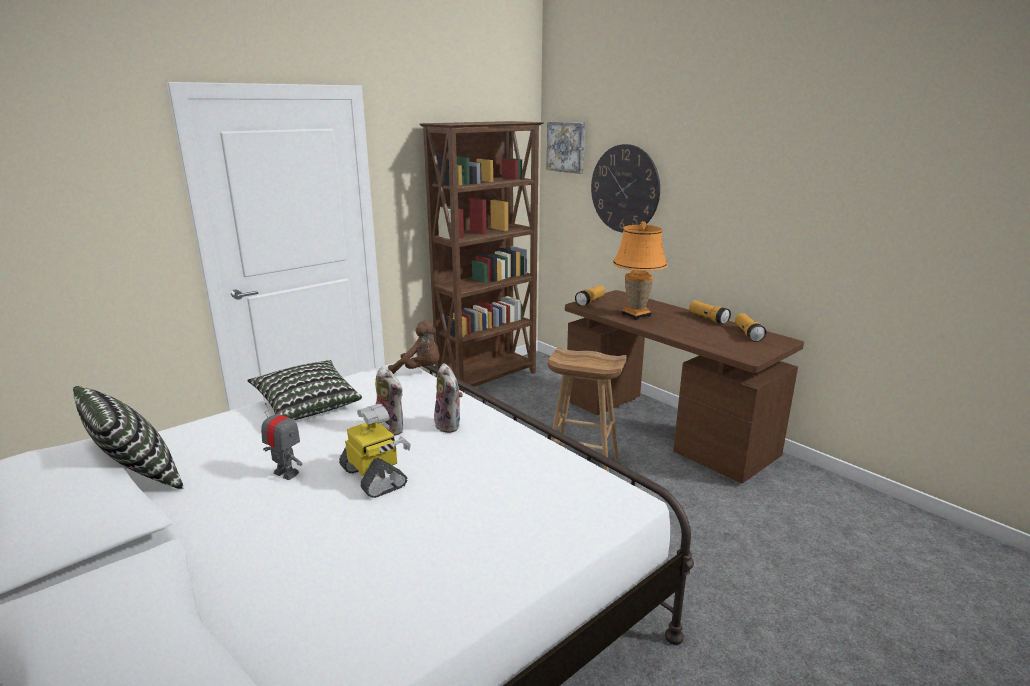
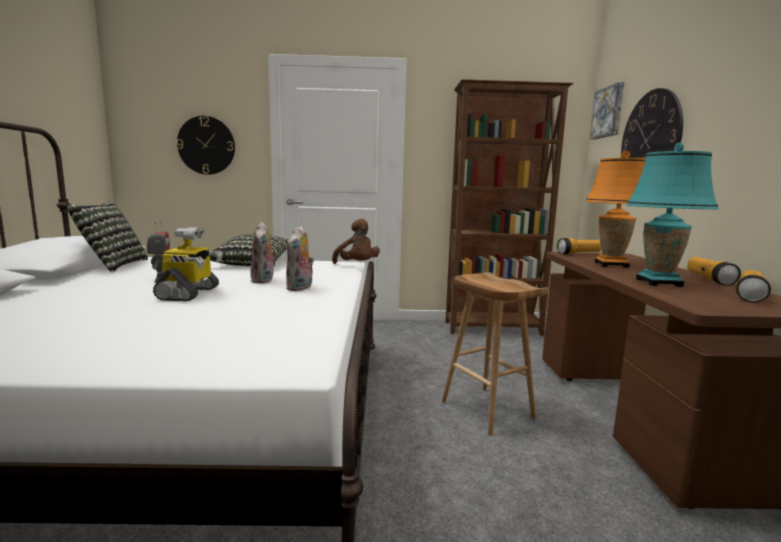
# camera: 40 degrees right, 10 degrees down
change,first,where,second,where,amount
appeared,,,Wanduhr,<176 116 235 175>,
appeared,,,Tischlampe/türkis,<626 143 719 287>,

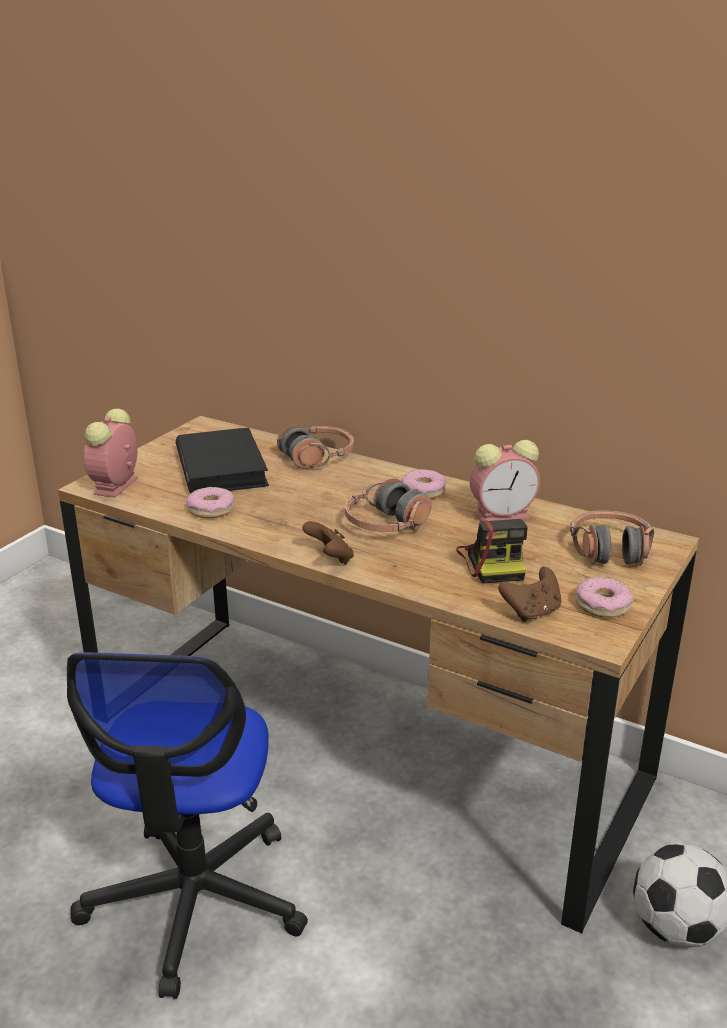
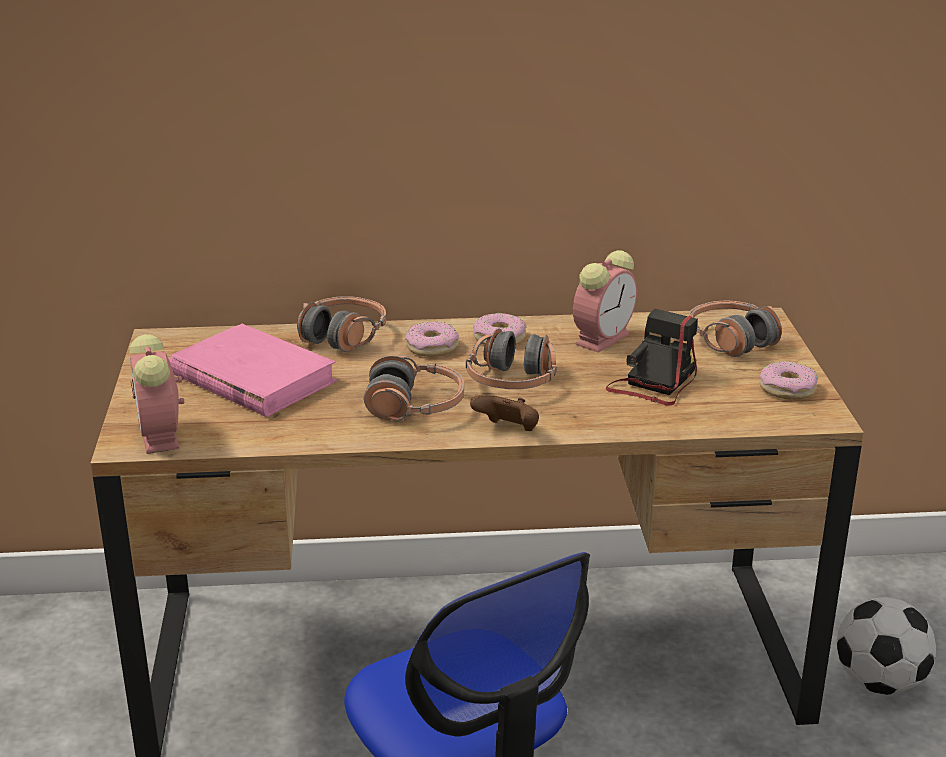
# camera: 35 degrees left, 0 degrees up
change,first,where,second,where,amount
missing,Gamepad/braun,<498 567 562 622>,,,
appeared,,,Kopfhörer,<364 355 464 421>,
relocated,Donut,<186 487 235 518>,,<405 322 459 357>,
colour,Buch/schwarz,<176 428 269 494>,Buch/rosa,<170 324 337 417>,
spun,Kamera,<456 519 528 584>,,<606 309 698 406>,105 degrees counterclockwise

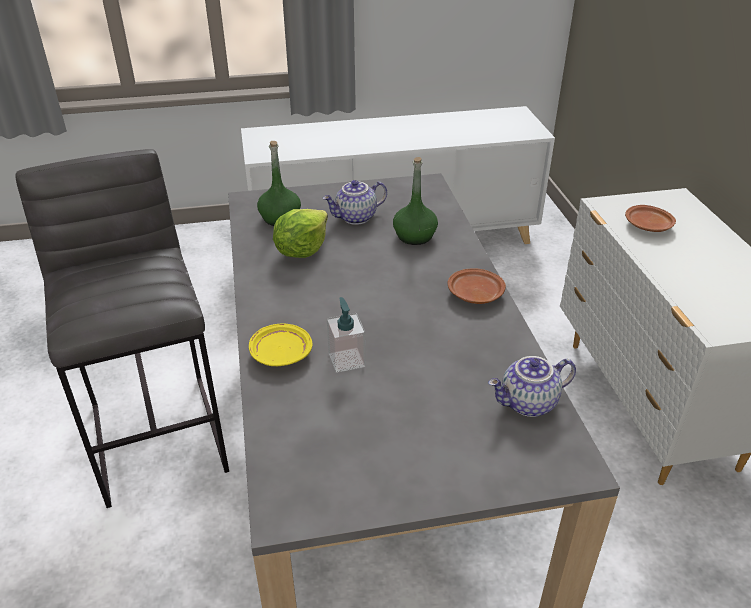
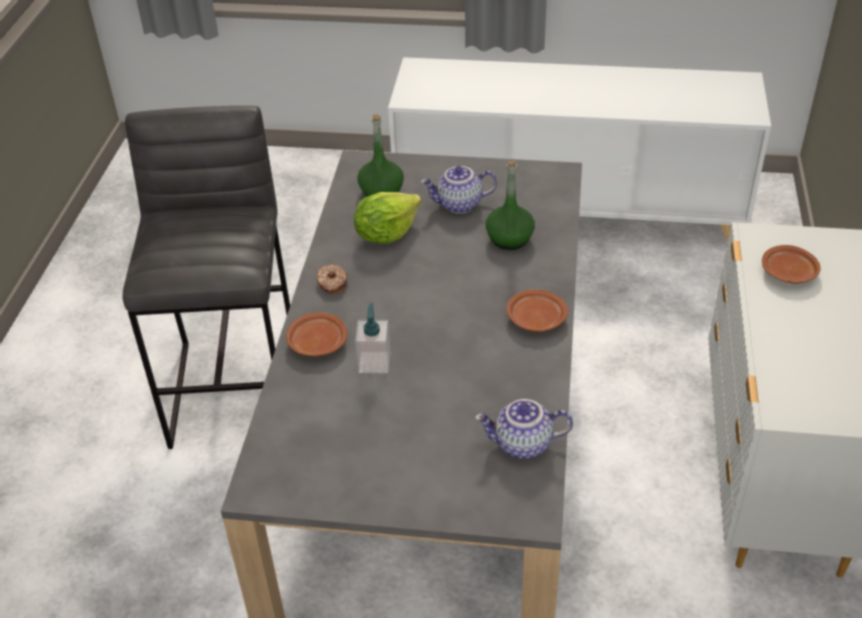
# camera: 20 degrees right, 5 degrees up
change,first,where,second,where,amount
appeared,,,Donut,<317 264 347 293>,
colour,Teller/gelb,<249 324 312 366>,Teller/braun,<286 312 347 356>,

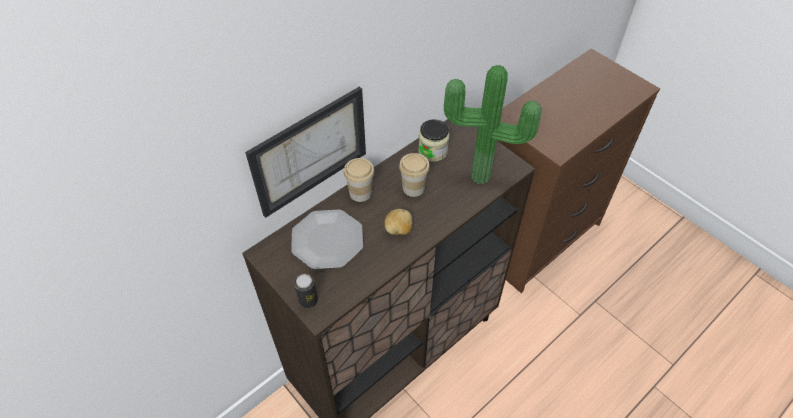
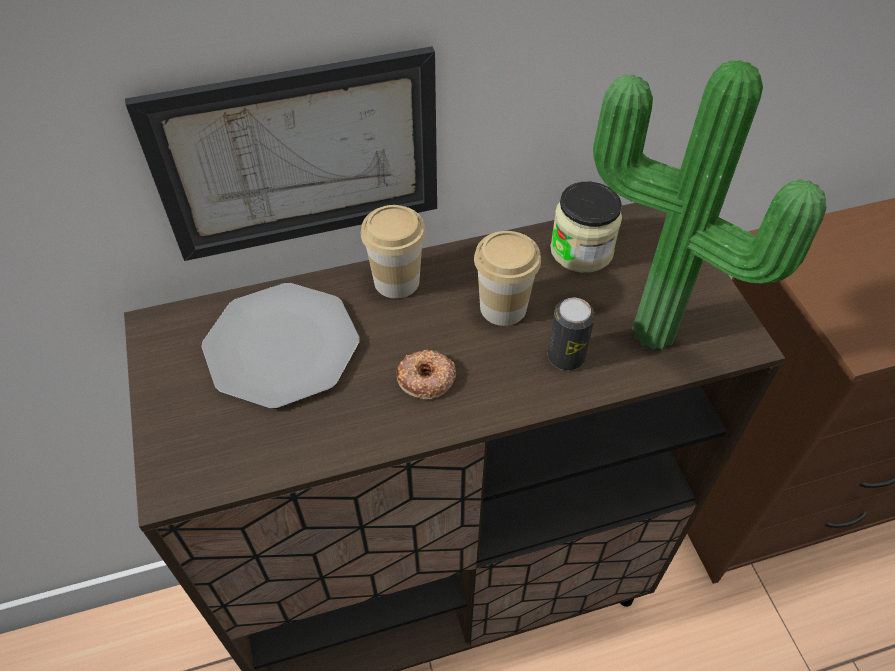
# camera: 25 degrees right, 0 degrees up
change,first,where,second,where,amount
relocated,Dose,<294 274 318 308>,,<548 298 595 370>,
exchanged,Kartoffel,<384 209 412 235>,Donut,<397 350 456 399>,

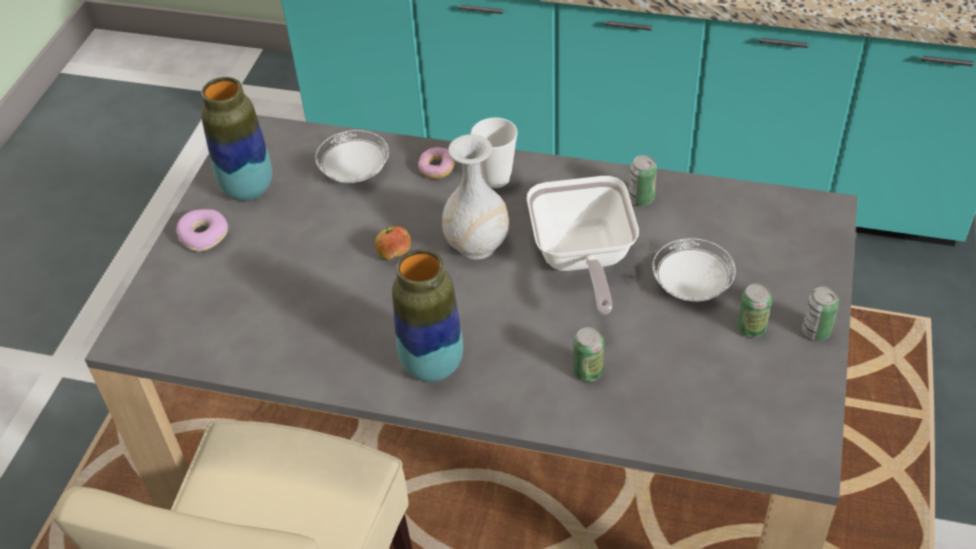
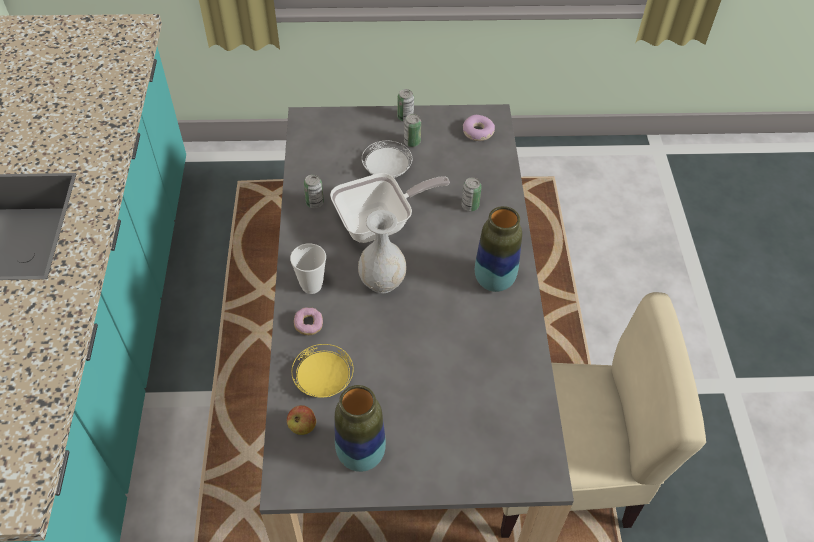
# camera: 110 degrees left, 5 degrees up
change,first,where,second,where,amount
relocated,Donut,<176 209 228 252>,,<463 115 495 141>,
relocated,Apfel,<375 226 411 260>,,<287 405 316 435>,
colour,Teller/weiß,<315 130 389 183>,Teller/gelb,<292 344 353 398>,

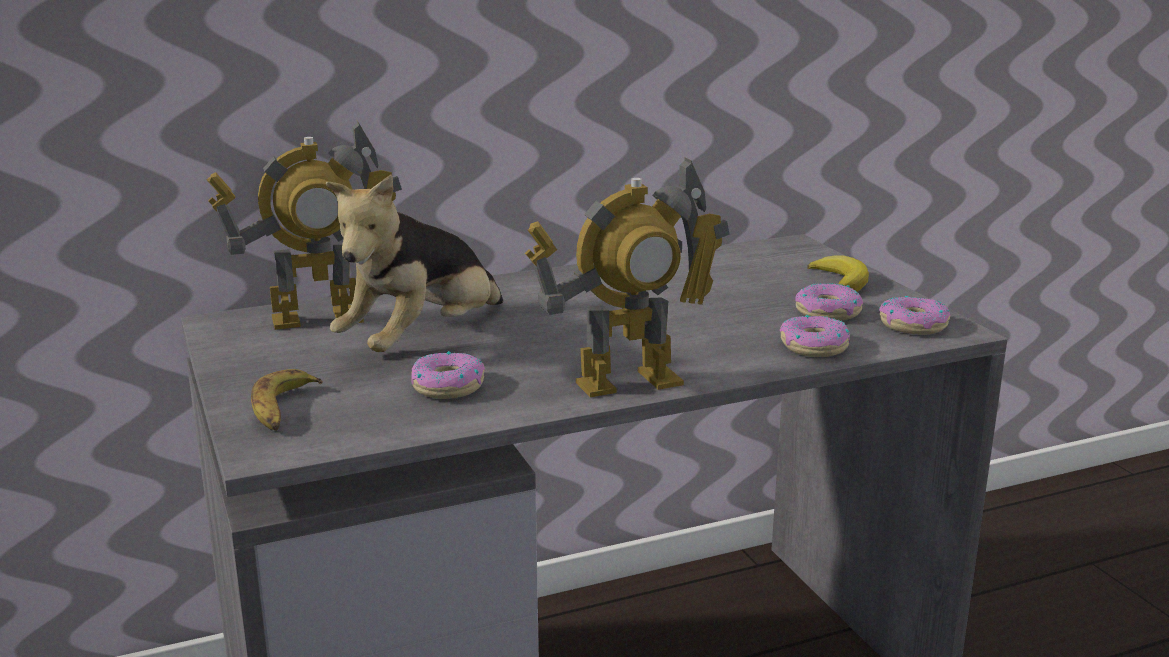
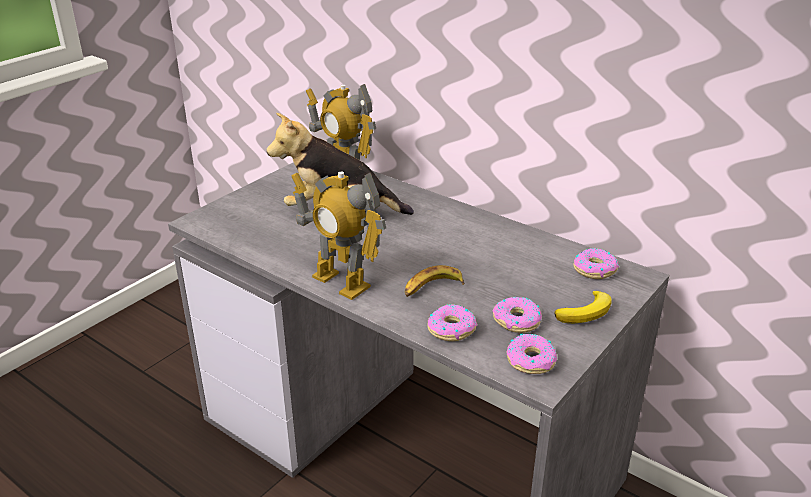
# camera: 60 degrees right, 10 degrees up
change,first,where,second,where,amount
relocated,Banane,<251 369 323 431>,,<405 265 465 297>,
relocated,Donut,<411 351 485 399>,,<573 248 619 279>,

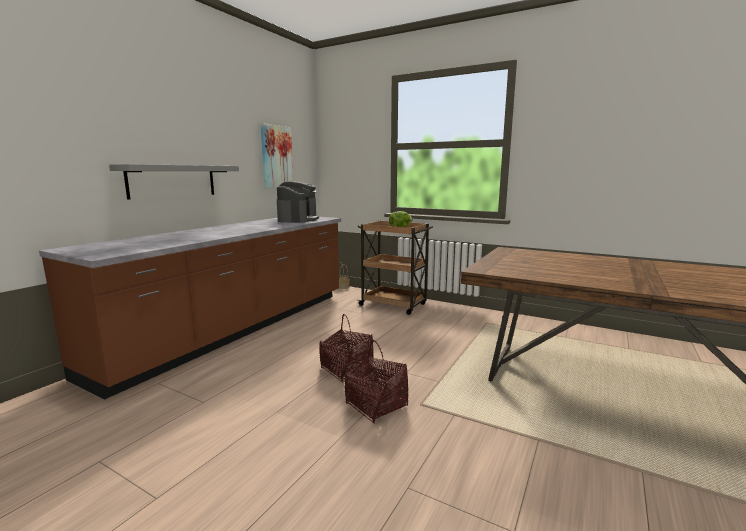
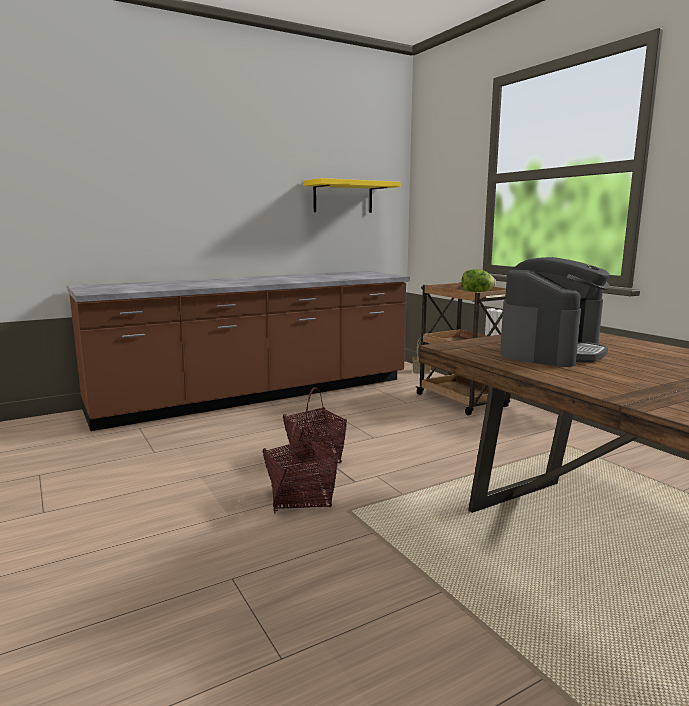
# camera: 30 degrees right, 0 degrees up
change,first,where,second,where,amount
missing,Wandregal/grau,<109 164 239 199>,,,
relocated,Kaffeemaschine,<277 181 319 223>,,<500 257 610 367>,
exchanged,Bild,<260 123 293 188>,Wandregal/gelb,<303 178 401 213>,

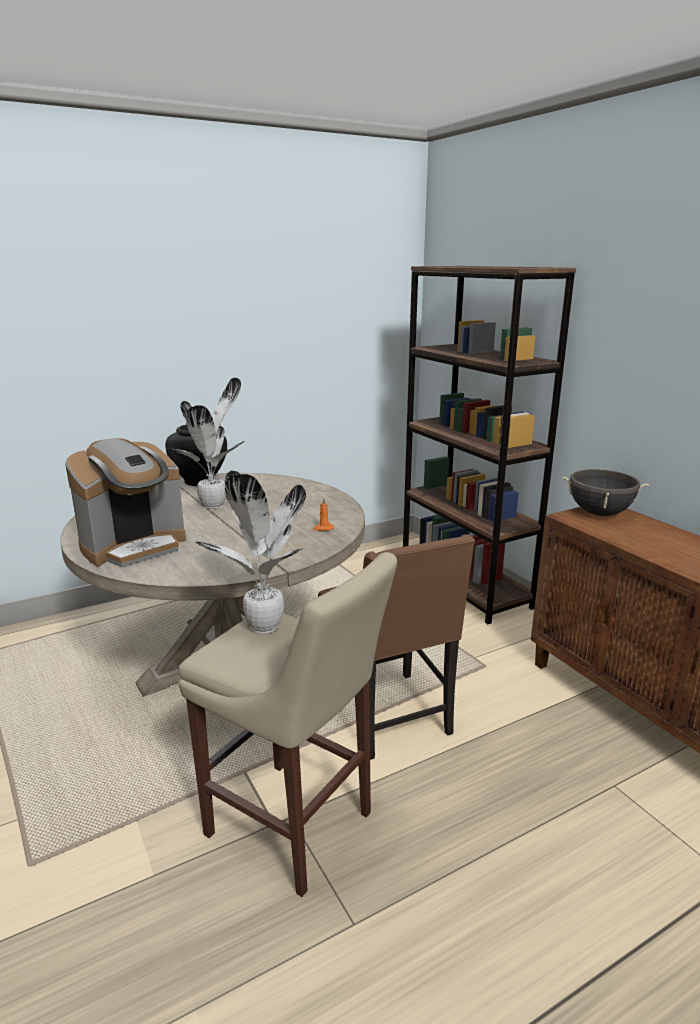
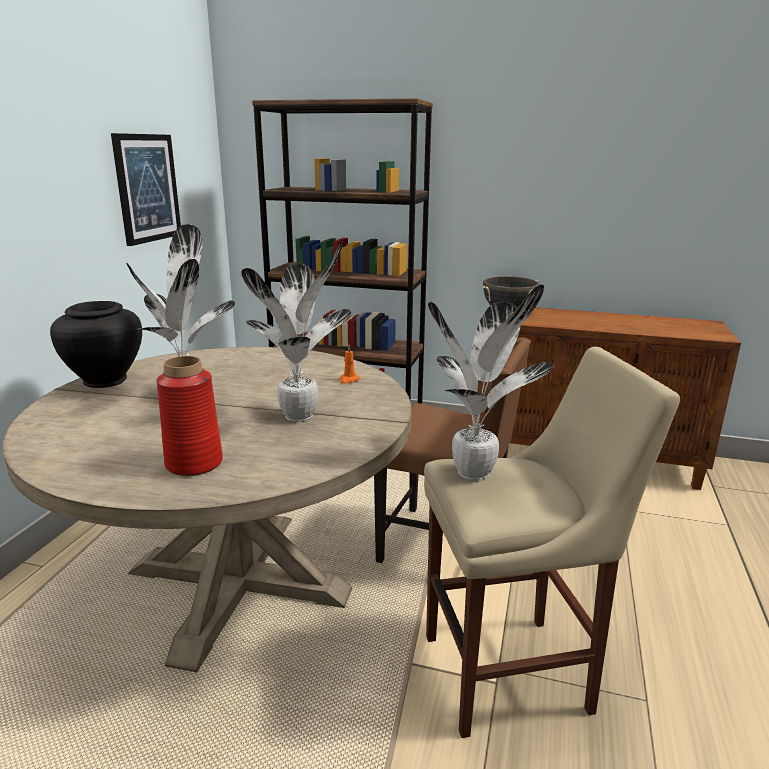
# camera: 45 degrees left, 0 degrees up
change,first,where,second,where,amount
appeared,,,Bild,<111 133 181 246>,
appeared,,,Topfpflanze,<241 241 351 422>,
exchanged,Kaffeemaschine,<65 438 186 567>,Vase/rot,<156 356 223 476>,

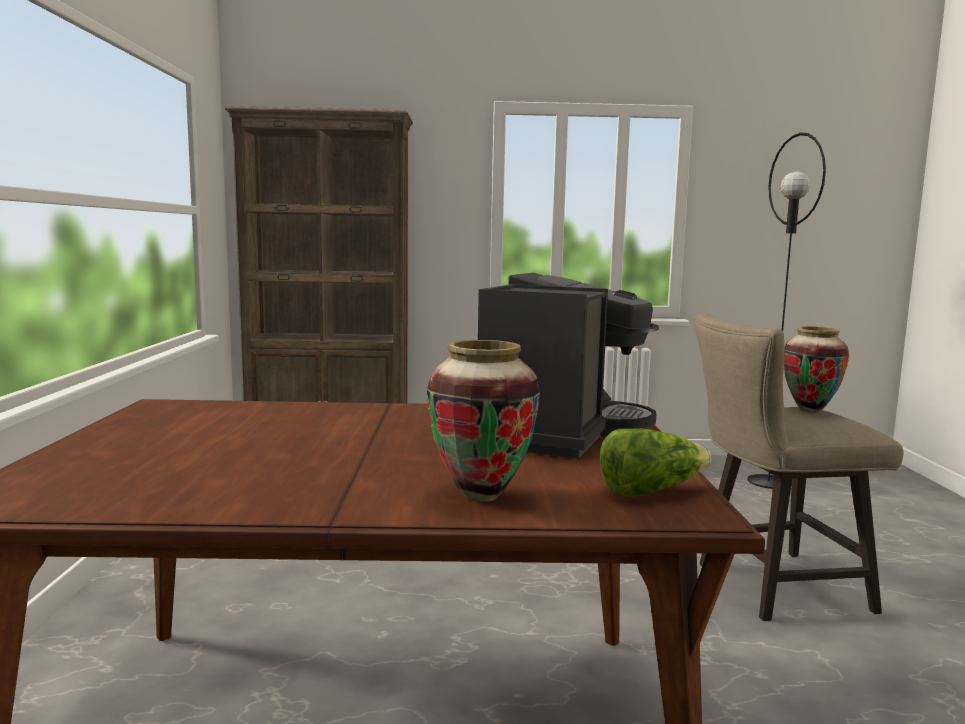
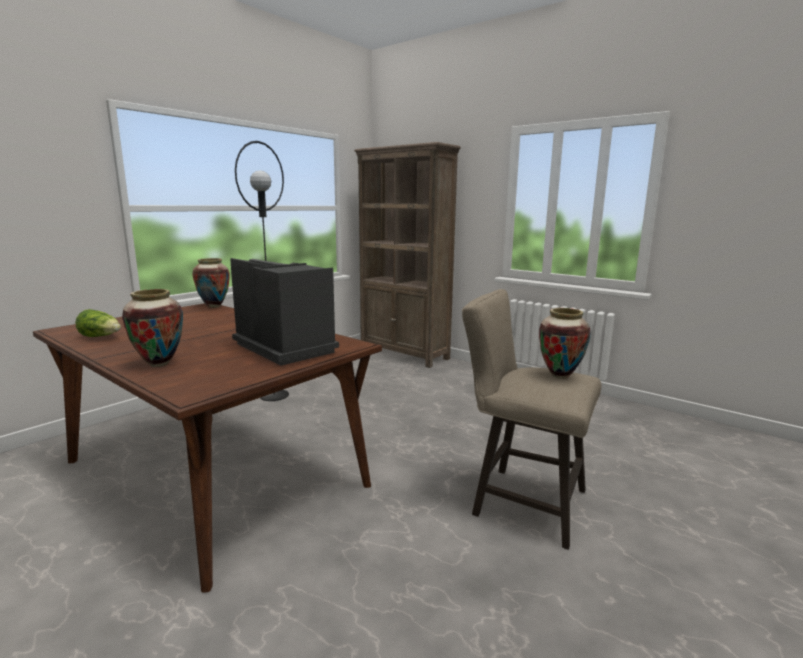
# camera: 40 degrees right, 5 degrees up
change,first,where,second,where,amount
appeared,,,Vase,<192 258 229 308>,
relocated,Salatkopf,<600 428 711 496>,,<75 309 121 337>,
relocated,Stehlampe/schwarz,<747 133 826 489>,,<235 141 289 401>,
spun,Kaffeemaschine,<478 273 659 459>,,<230 258 339 366>,105 degrees counterclockwise

